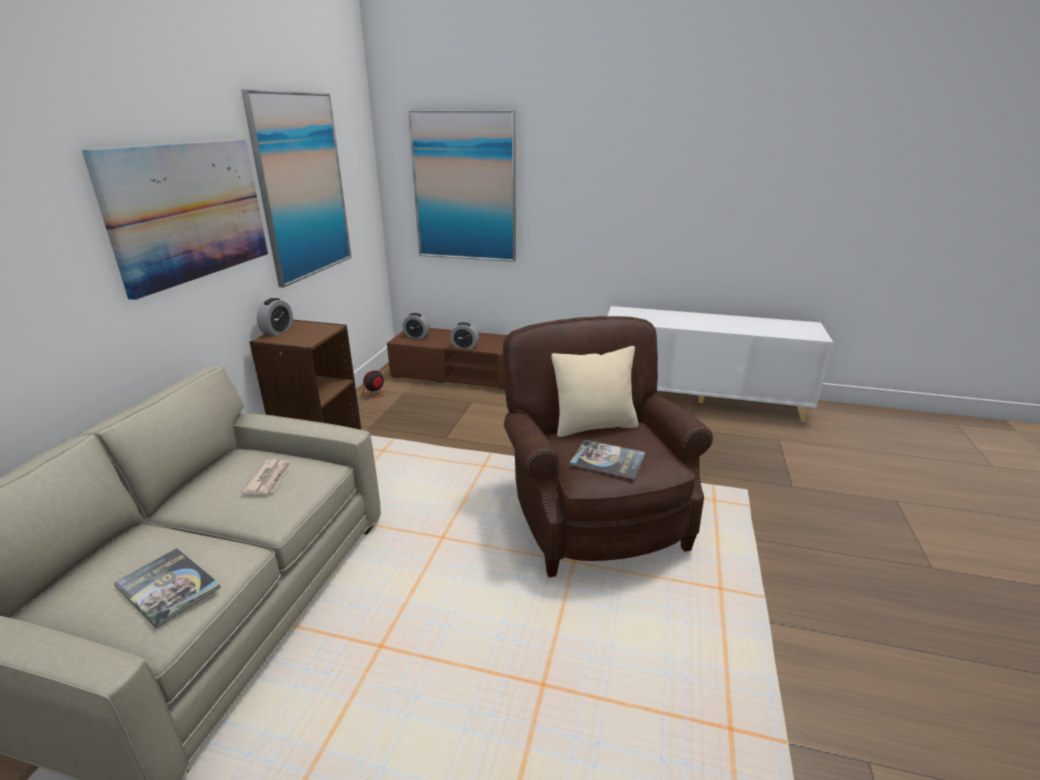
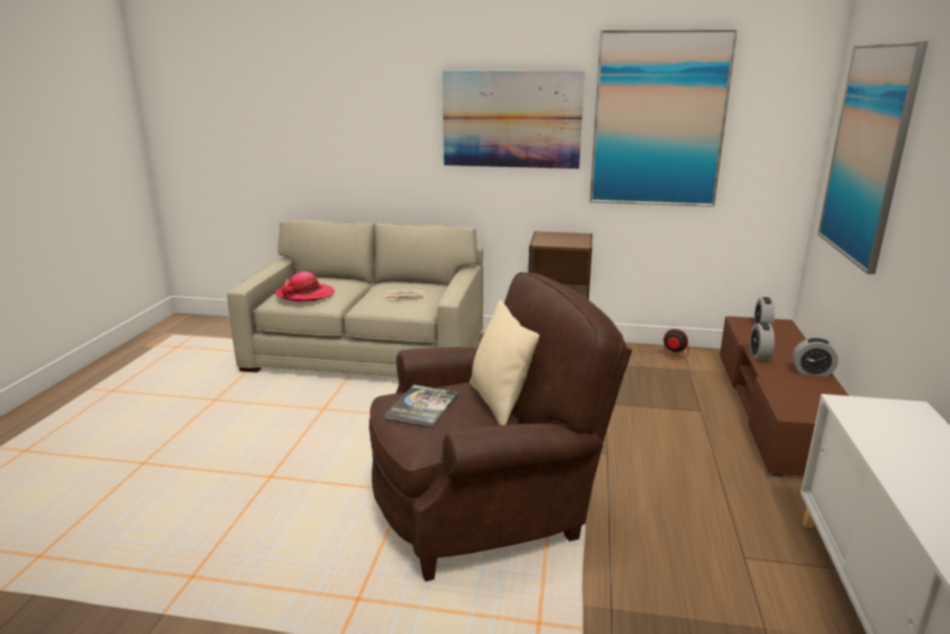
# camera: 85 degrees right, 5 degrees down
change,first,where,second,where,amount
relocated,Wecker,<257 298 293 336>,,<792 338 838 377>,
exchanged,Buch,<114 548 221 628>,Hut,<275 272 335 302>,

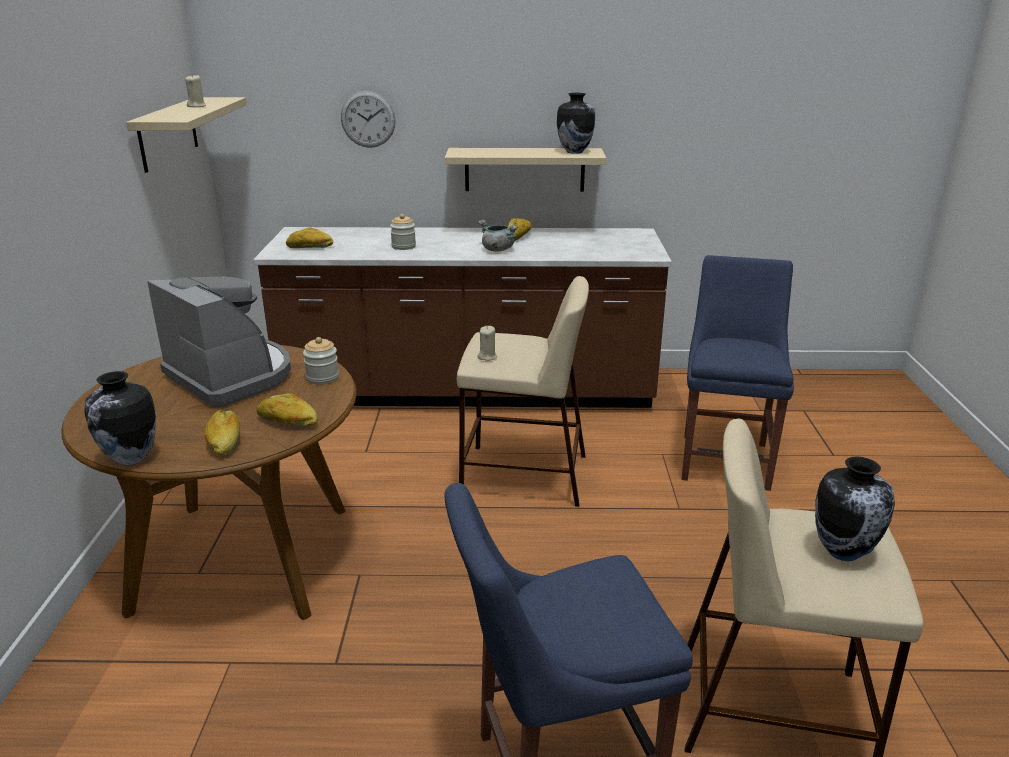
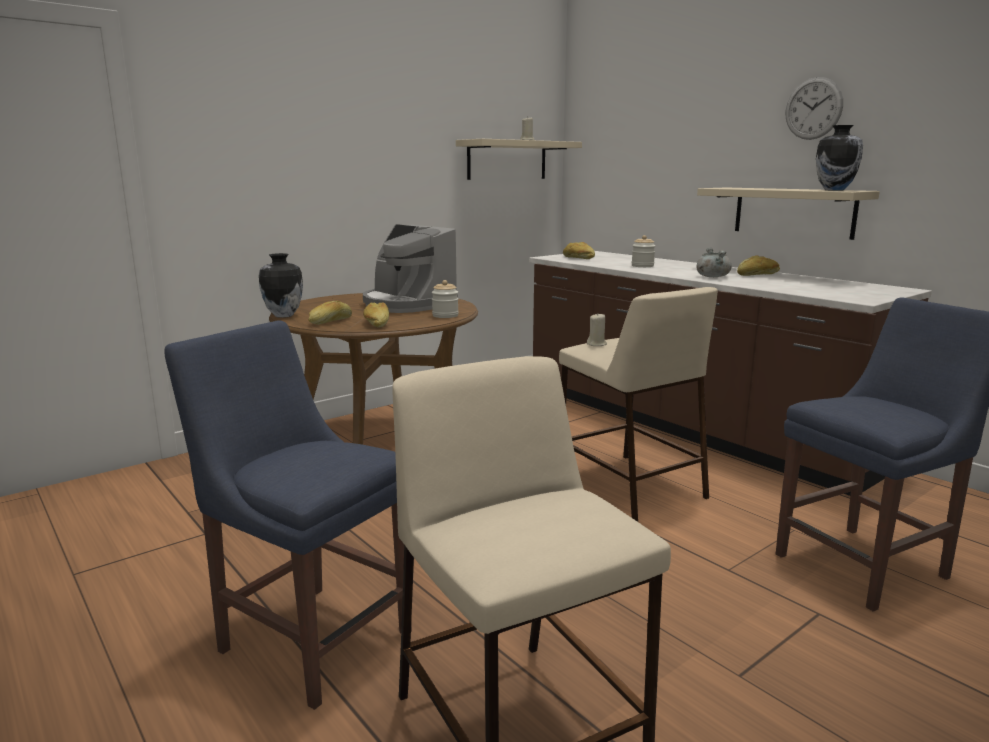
# camera: 50 degrees right, 10 degrees down
change,first,where,second,where,amount
missing,Vase,<815 456 895 561>,,,
relocated,Wanduhr,<341 91 396 148>,,<786 77 843 140>,
spun,Kaffeemaschine,<147 276 291 407>,,<363 224 458 313>,135 degrees clockwise

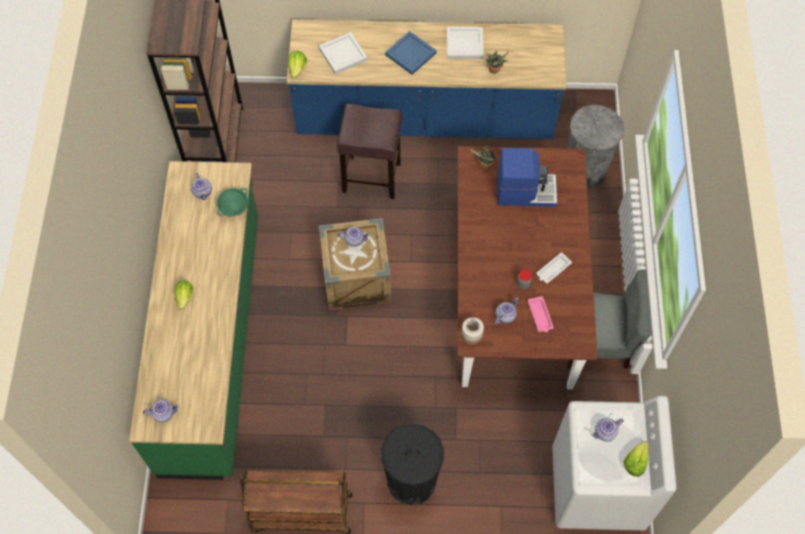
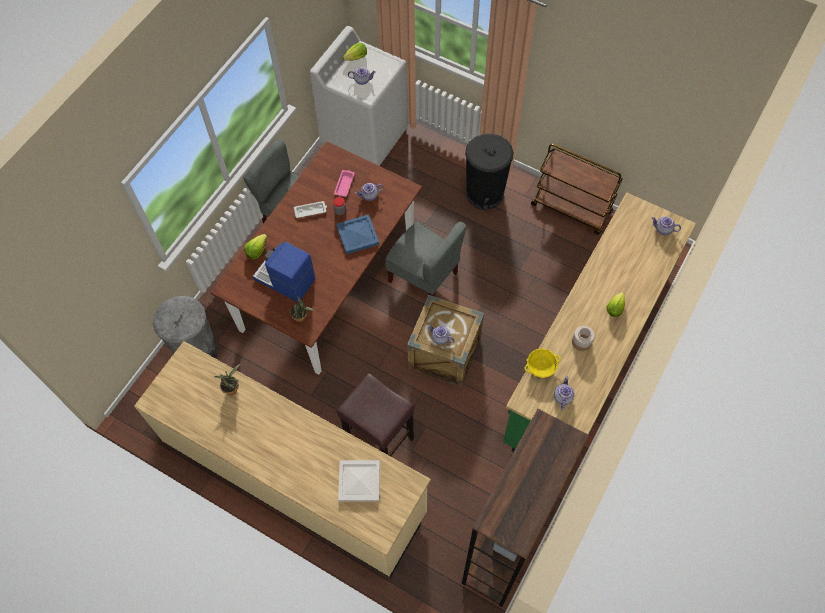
# camera: 150 degrees left, 0 degrees up
change,first,where,second,where,amount
missing,Tablett/weiß,<447 27 484 59>,,,
appeared,,,Stuhl/grau,<385 222 466 296>,
relocated,Salatkopf,<288 50 307 79>,,<244 234 267 259>,
relocated,Tablett/blau,<385 31 436 75>,,<336 214 380 254>,
relocated,Vorratsglas,<461 317 484 345>,,<572 326 595 351>,
colour,Schüssel/grün,<216 188 249 217>,Schüssel/gelb,<524 349 561 378>,
colour,Küchenzeile/blau,<287 20 566 139>,Küchenzeile/beige,<134 341 431 578>,

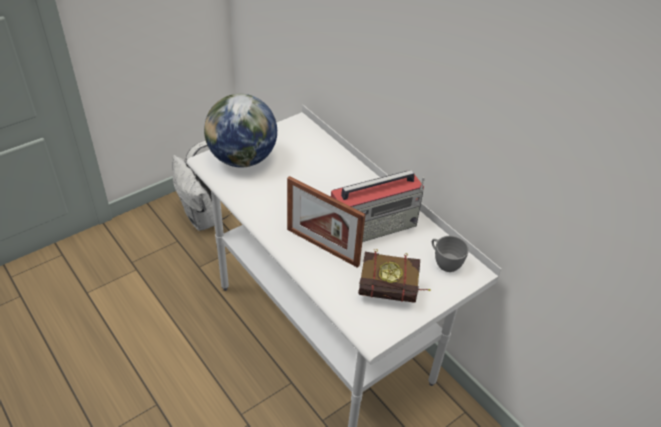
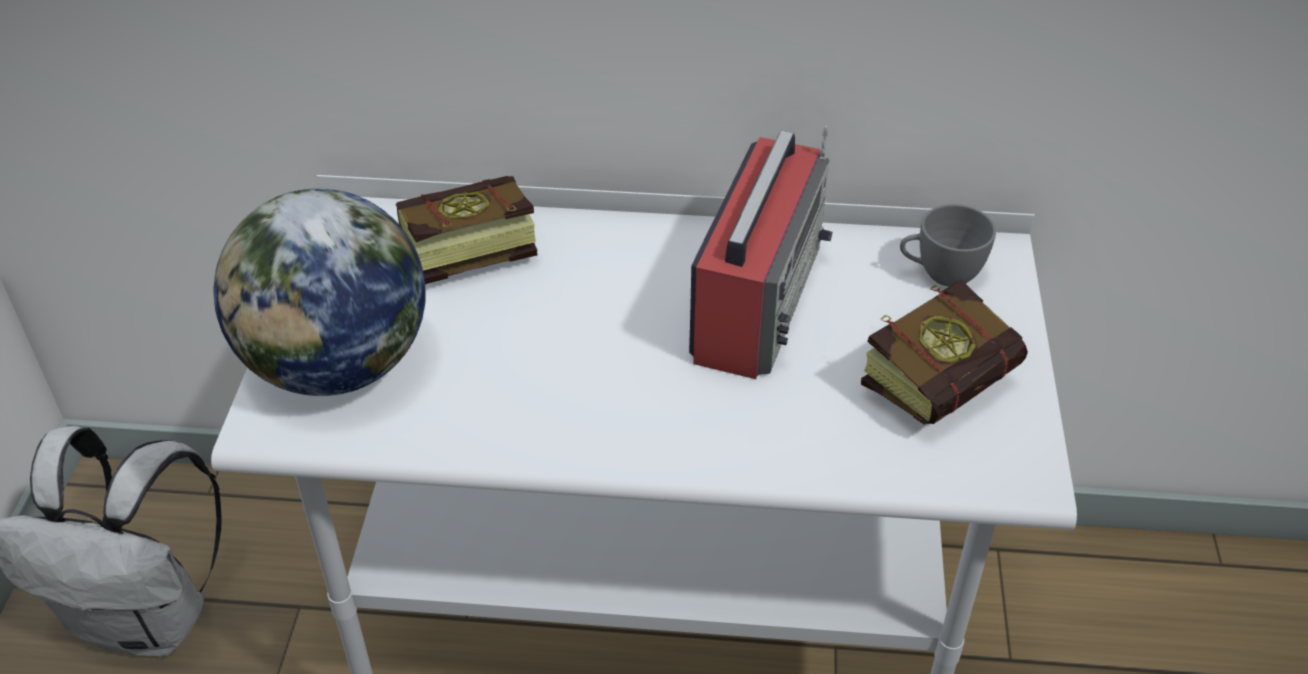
# camera: 45 degrees left, 0 degrees up
change,first,where,second,where,amount
missing,Bilderrahmen,<287 176 366 268>,,,
appeared,,,Buch,<396 176 537 284>,

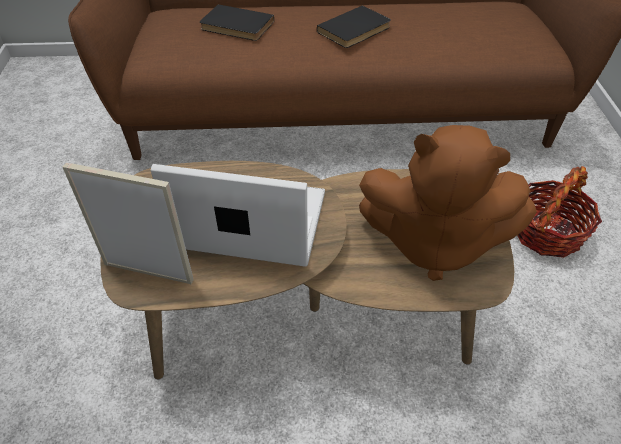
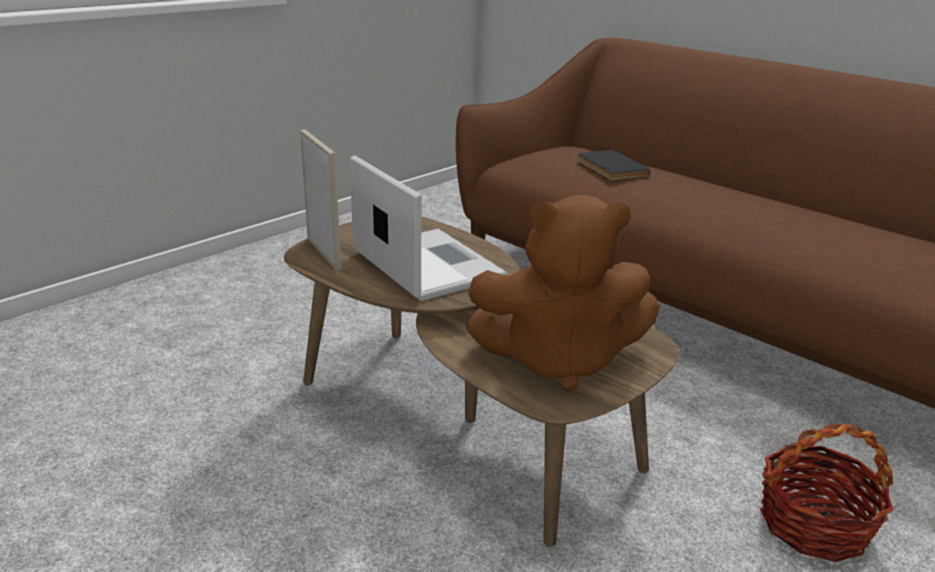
# camera: 45 degrees right, 20 degrees down
change,first,where,second,where,amount
missing,Buch/schwarz,<317 6 391 48>,,,
spun,Plüschtier/braun,<359 125 537 281>,,<466 195 660 392>,60 degrees counterclockwise

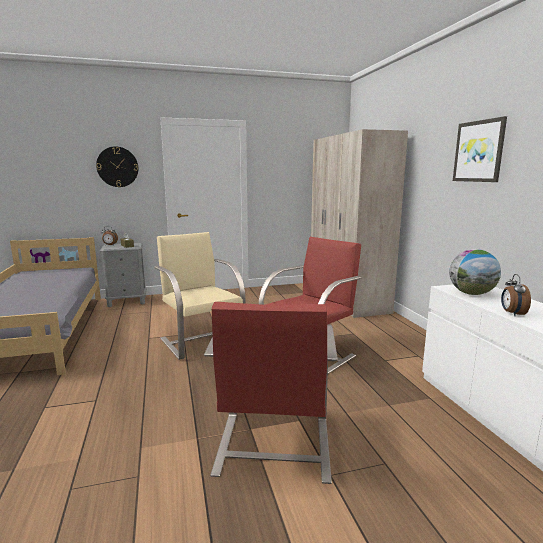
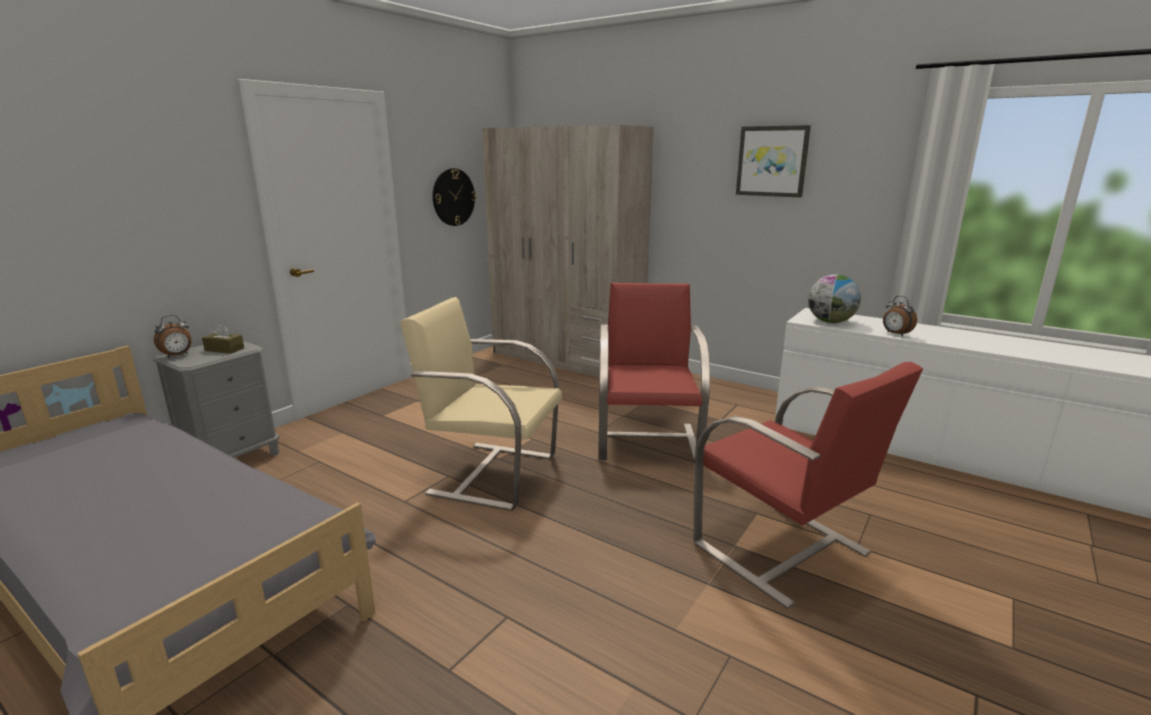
# camera: 40 degrees left, 5 degrees up
change,first,where,second,where,amount
relocated,Wanduhr,<96 146 138 187>,,<433 168 476 226>,

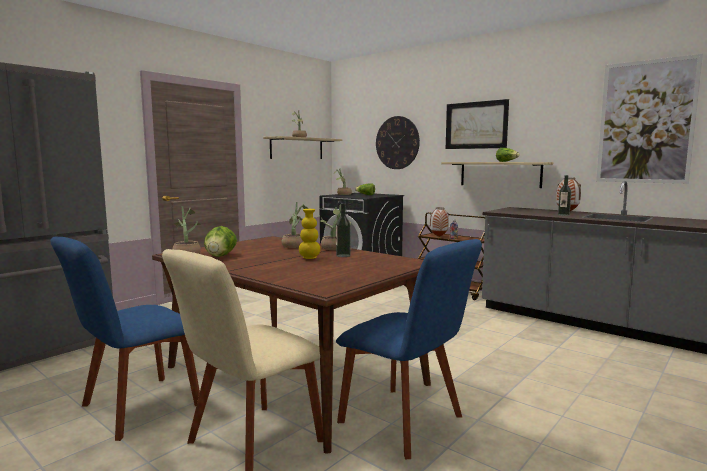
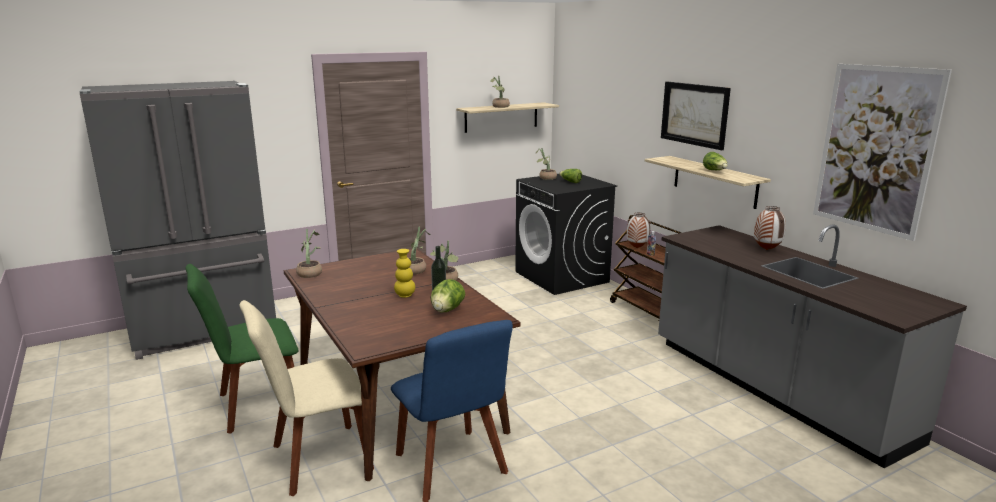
# camera: 20 degrees right, 10 degrees up
change,first,where,second,where,amount
missing,Wanduhr,<376 116 420 169>,,,
missing,Flasche,<558 175 571 216>,,,
relocated,Salatkopf,<204 226 237 257>,,<431 279 465 312>,
colour,Stuhl/blau,<50 236 200 441>,Stuhl/grün,<186 264 299 434>,

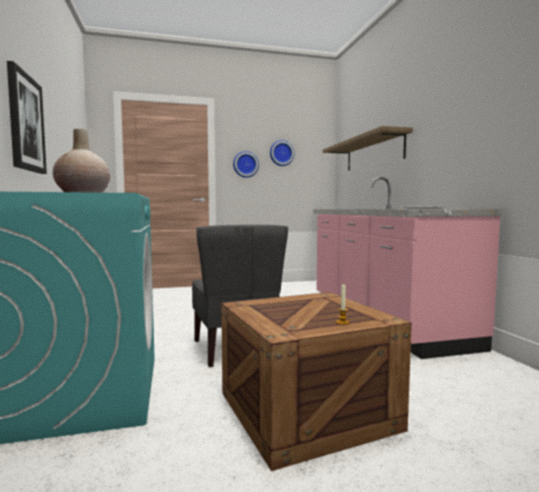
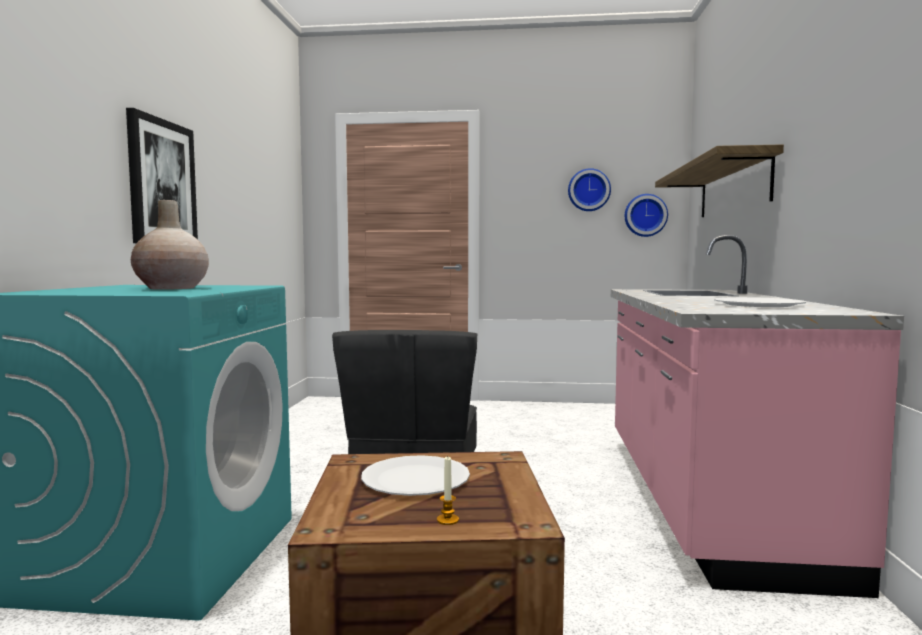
# camera: 20 degrees right, 0 degrees up
change,first,where,second,where,amount
appeared,,,Teller/weiß,<361 455 470 496>,
relocated,Wanduhr,<233 151 259 178>,,<625 194 668 237>,

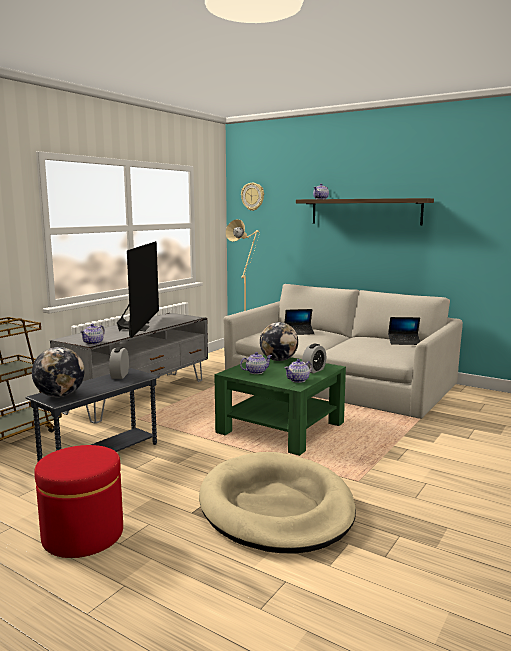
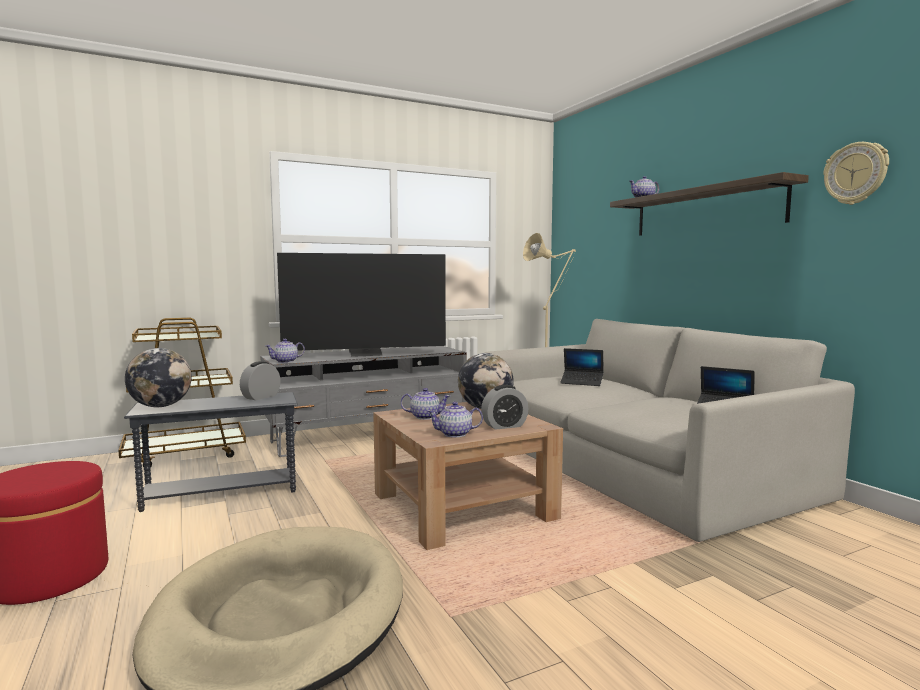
# camera: 30 degrees right, 5 degrees down
change,first,where,second,where,amount
relocated,Wanduhr,<241 183 264 211>,,<823 142 889 205>,
colour,Couchtisch/grün,<214 355 346 456>,Couchtisch/braun,<373 402 563 550>,
spun,Fernseher,<117 241 159 338>,,<277 253 446 357>,45 degrees clockwise

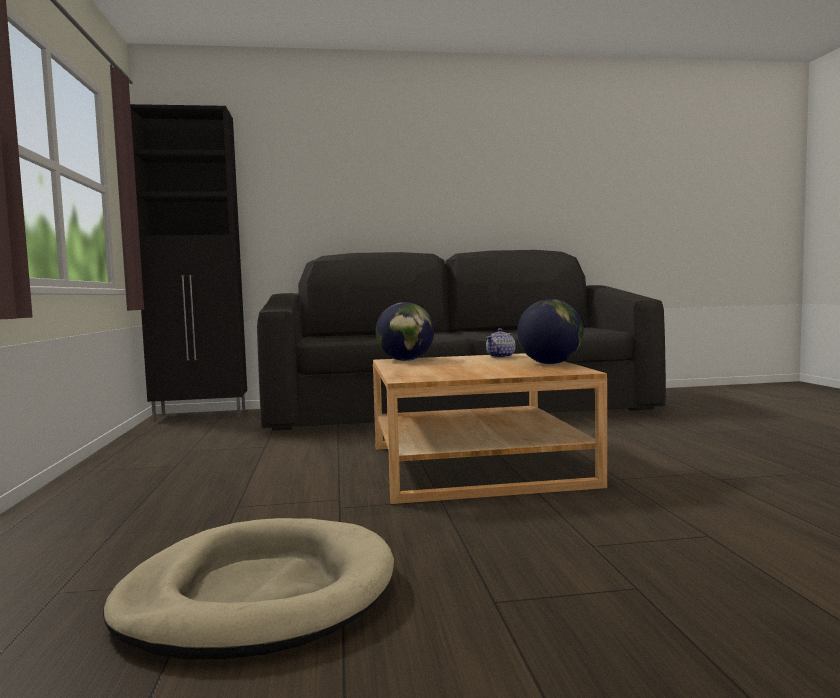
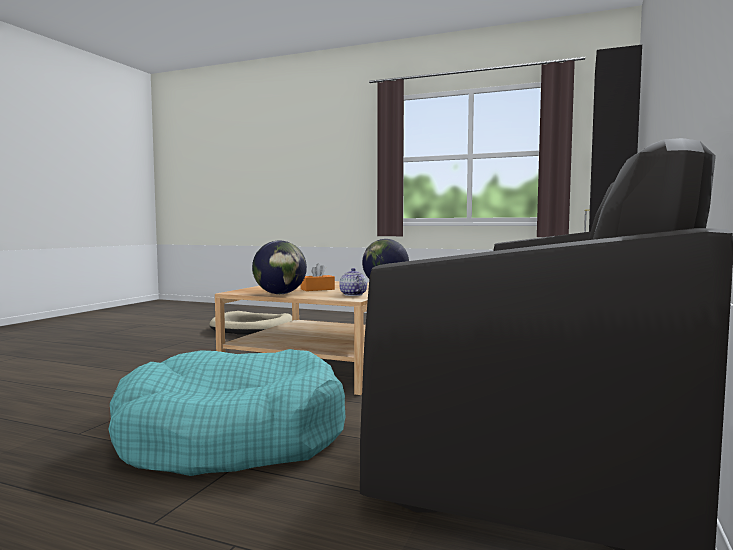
# camera: 120 degrees right, 0 degrees up
change,first,where,second,where,amount
appeared,,,Hundebett/türkis,<109 349 346 476>,
appeared,,,Taschentuchbox/orange,<301 264 335 291>,

